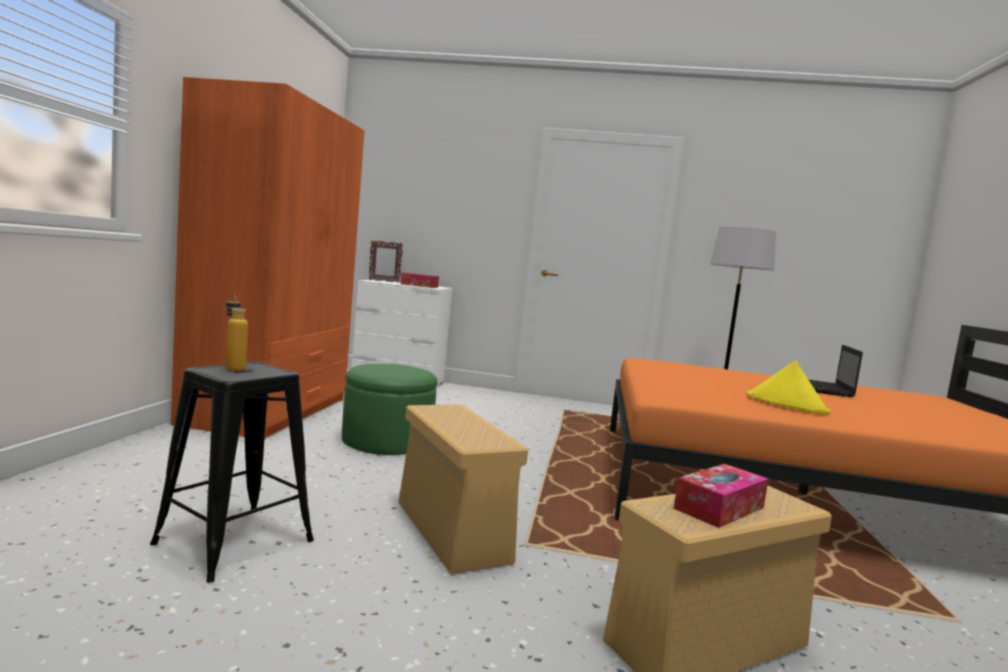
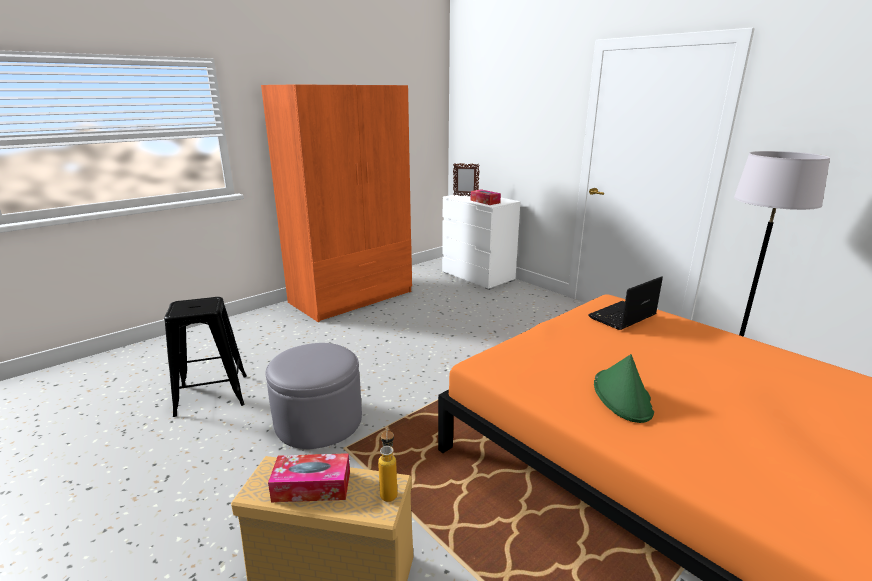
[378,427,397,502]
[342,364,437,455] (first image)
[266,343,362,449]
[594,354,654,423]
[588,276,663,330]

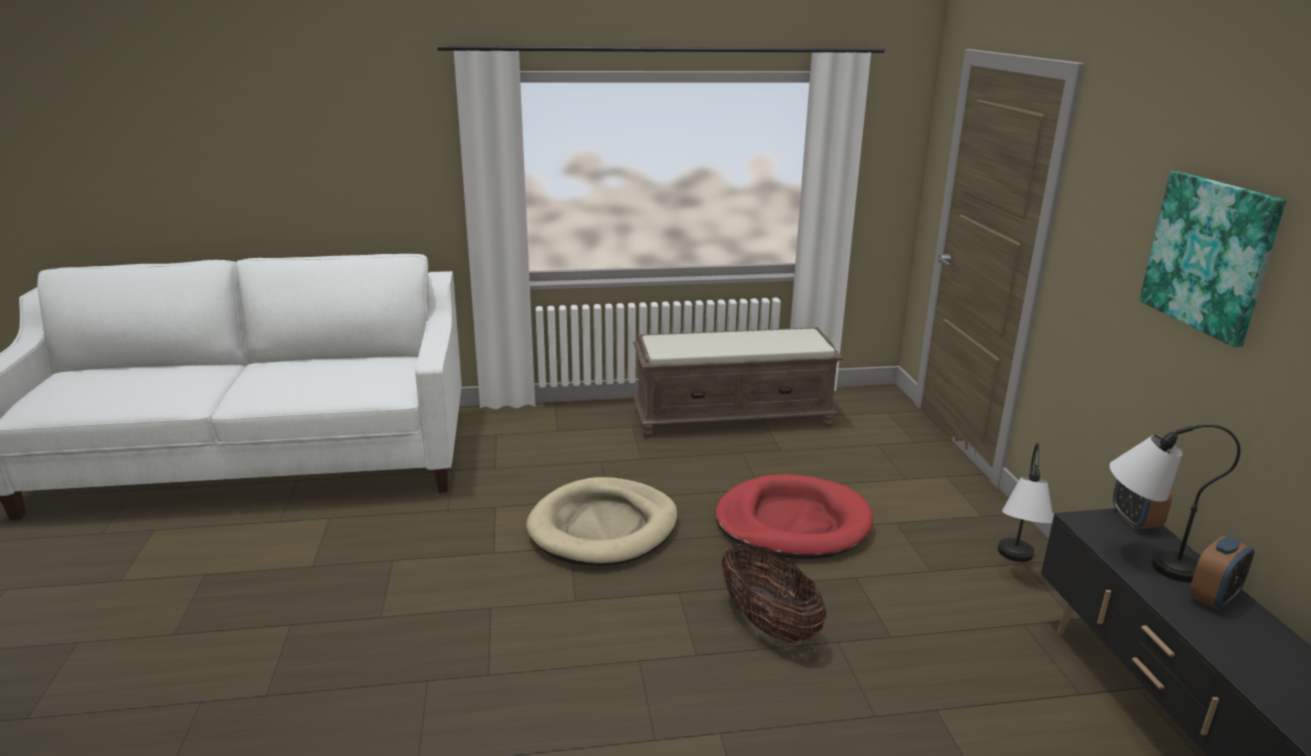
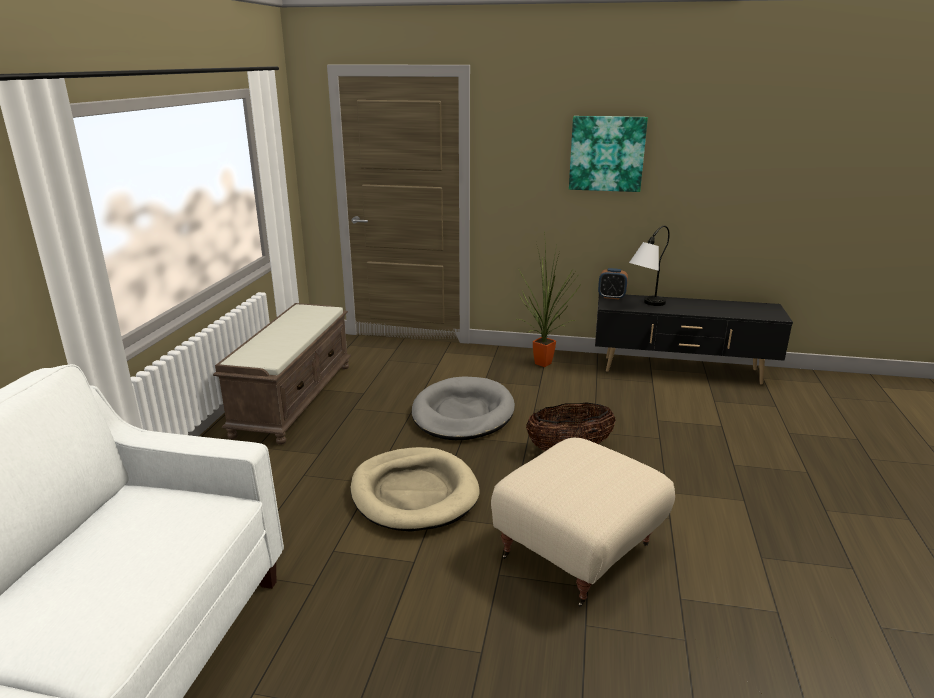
[412,376,515,440]
[514,231,582,367]
[1189,536,1254,610] (first image)
[491,437,675,607]

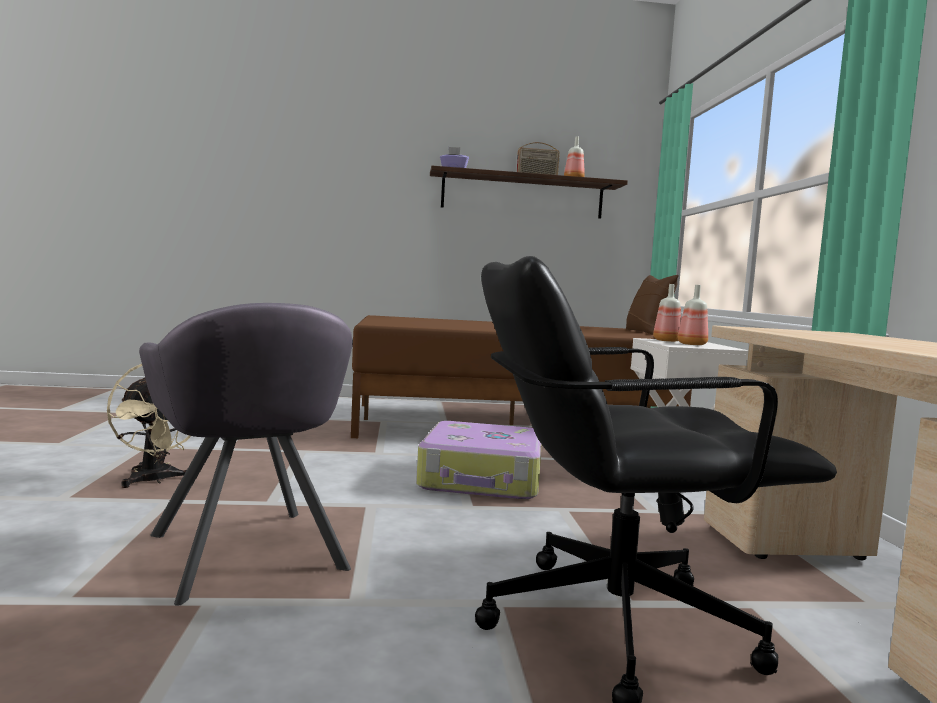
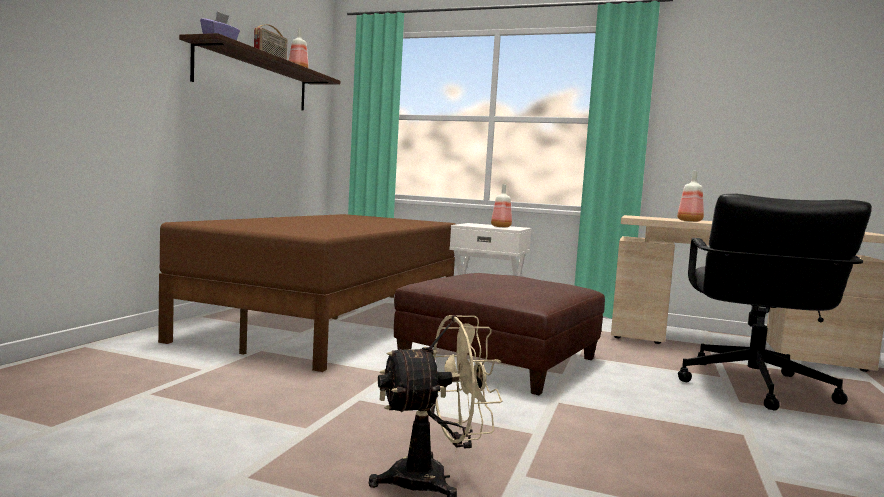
[139,303,353,606] (first image)
[394,273,605,395]
[626,275,679,334] (first image)
[677,171,704,222]

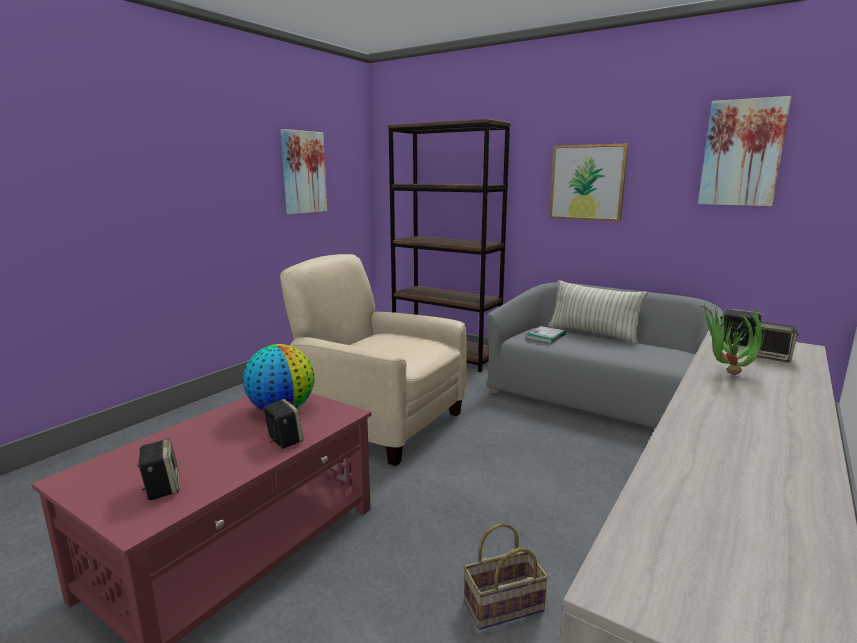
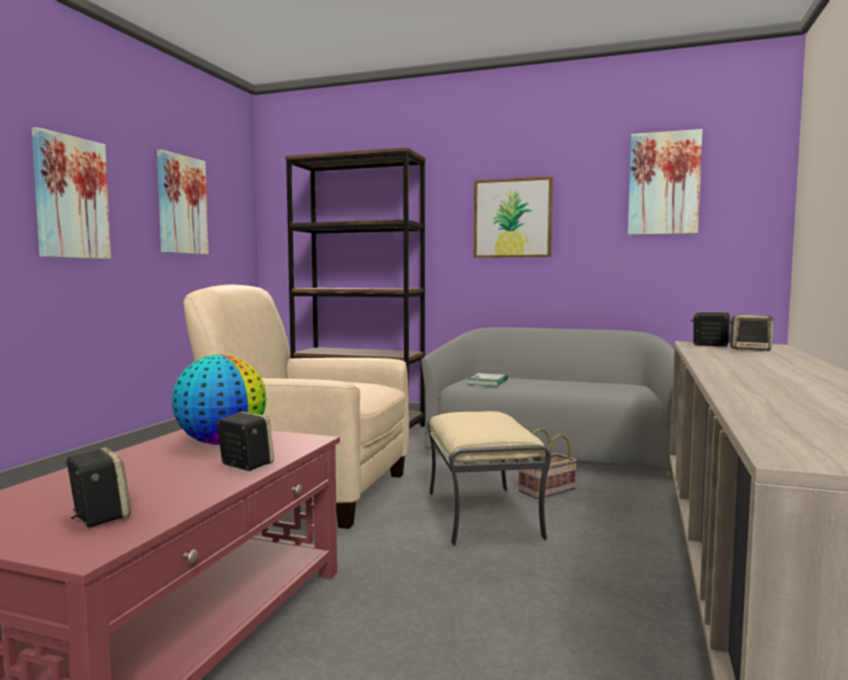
[519,428,577,499]
[548,280,648,344] (first image)
[700,302,765,375] (first image)
[32,127,111,259]
[427,411,551,546]

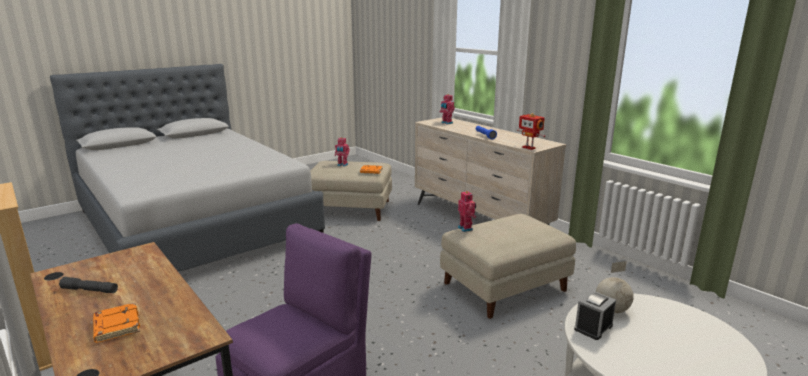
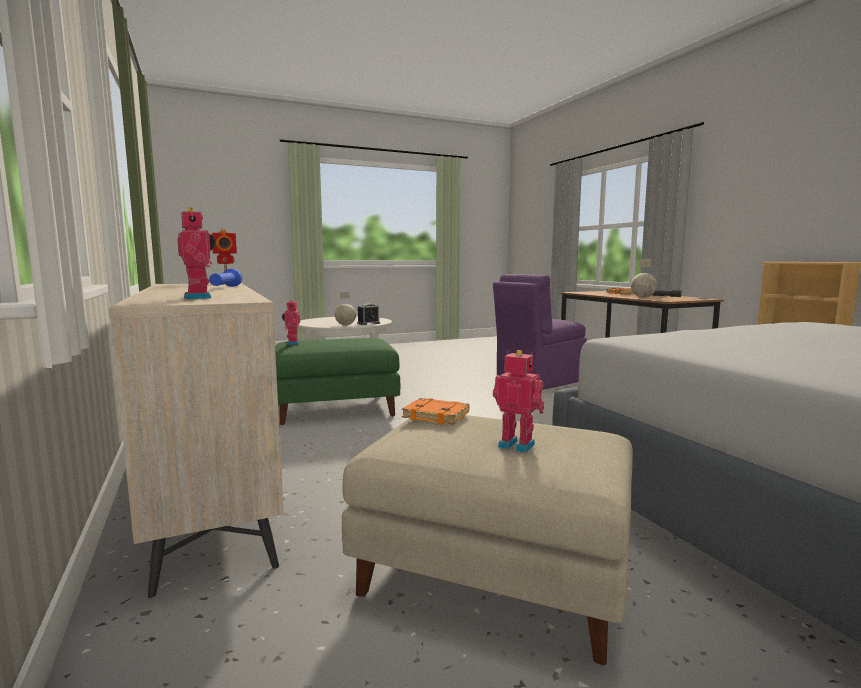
[275,338,400,425]
[282,300,300,345]
[631,259,657,298]

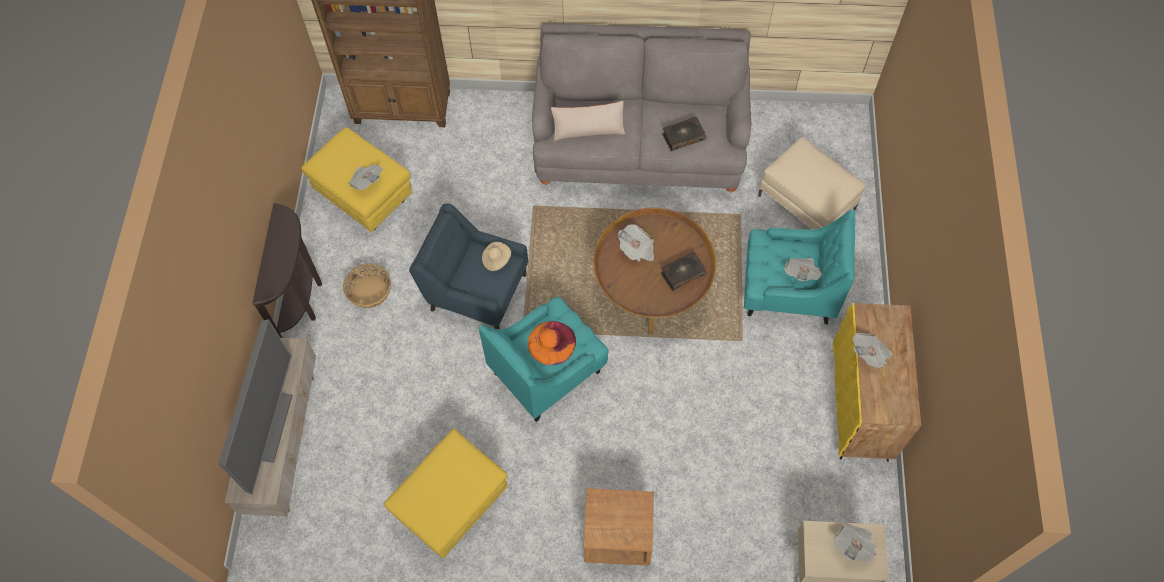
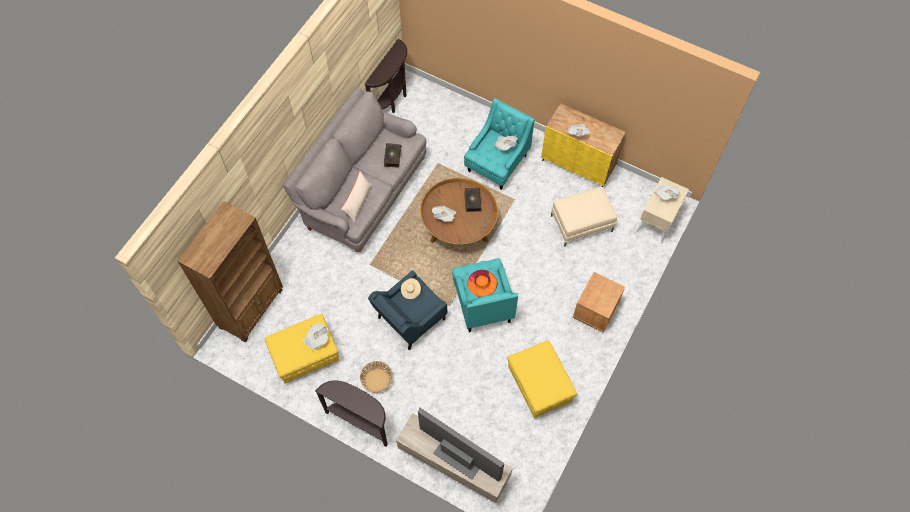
[551,187,617,246]
[364,39,407,113]

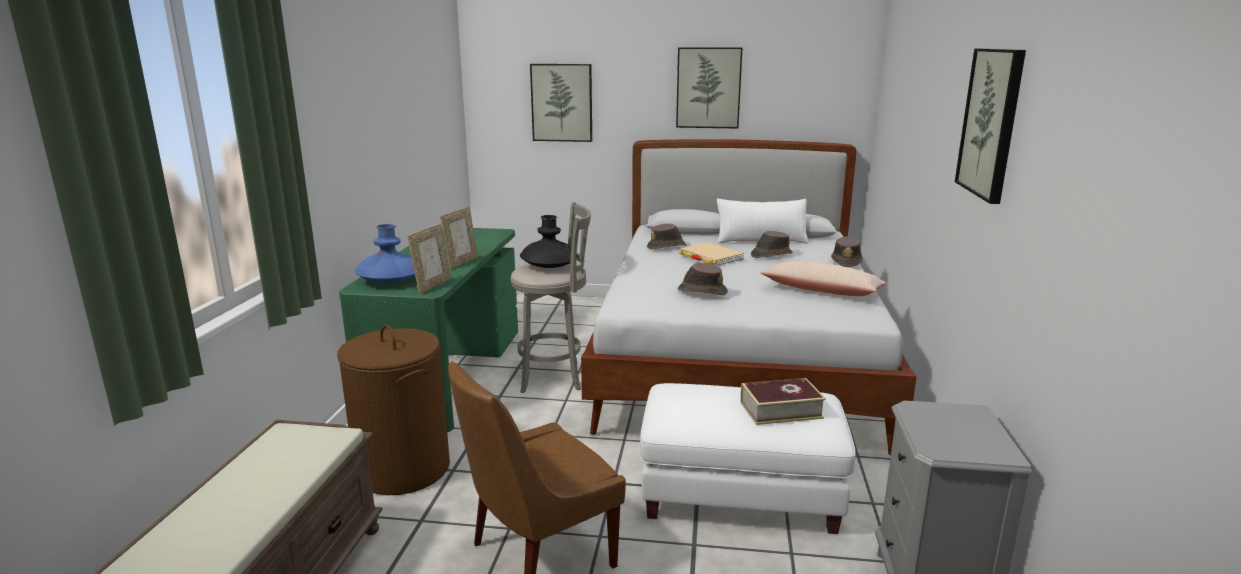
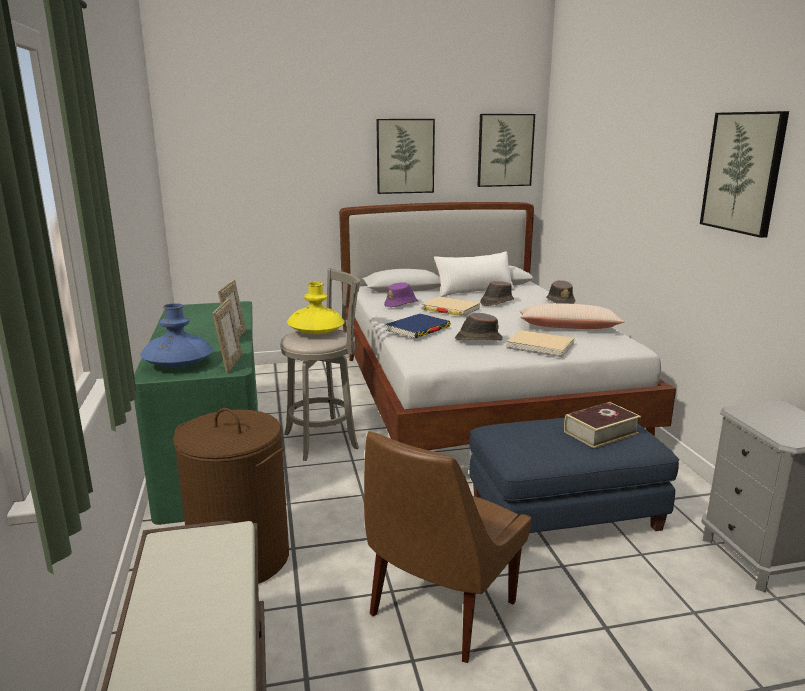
[287,282,344,334]
[478,114,535,187]
[469,417,679,533]
[384,282,418,307]
[385,314,451,338]
[506,330,574,357]

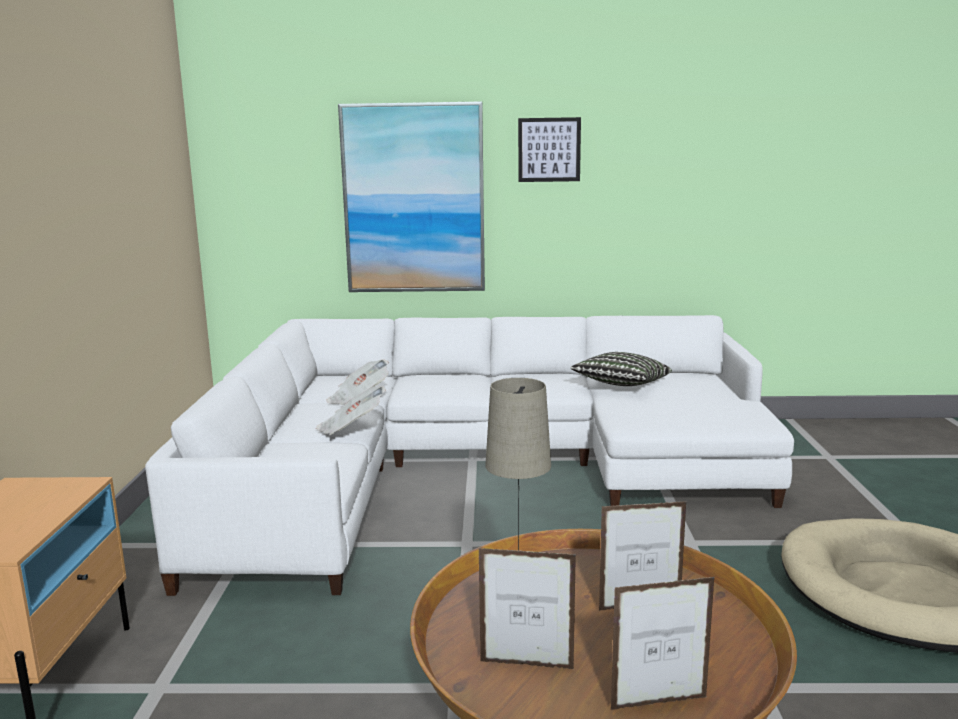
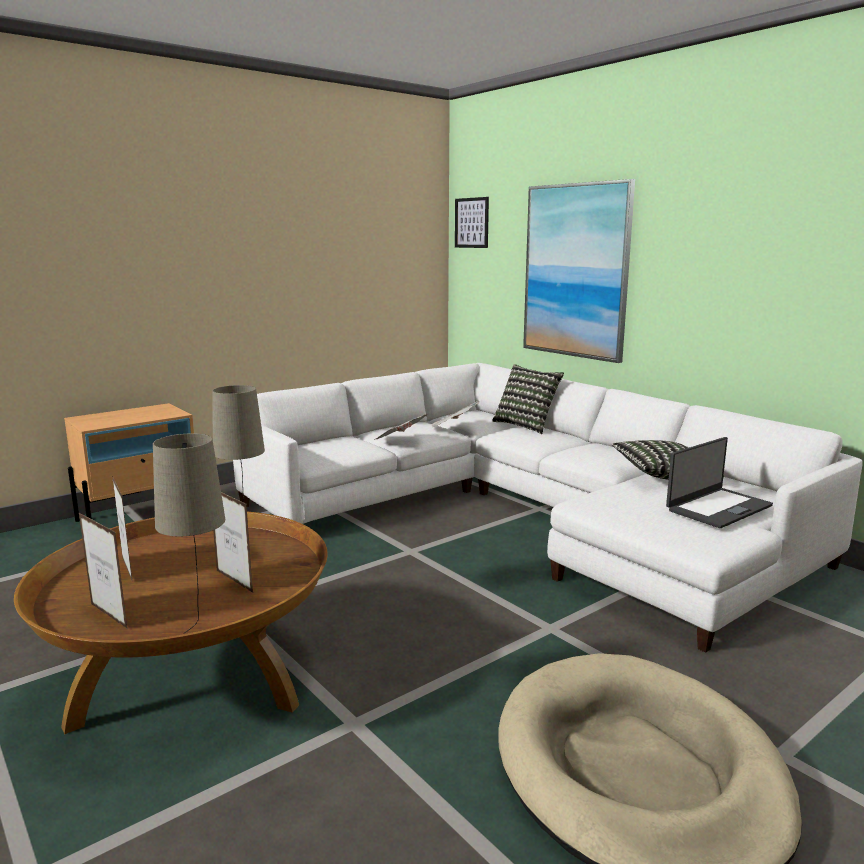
[455,197,489,248]
[153,433,225,634]
[492,364,564,434]
[666,437,773,528]

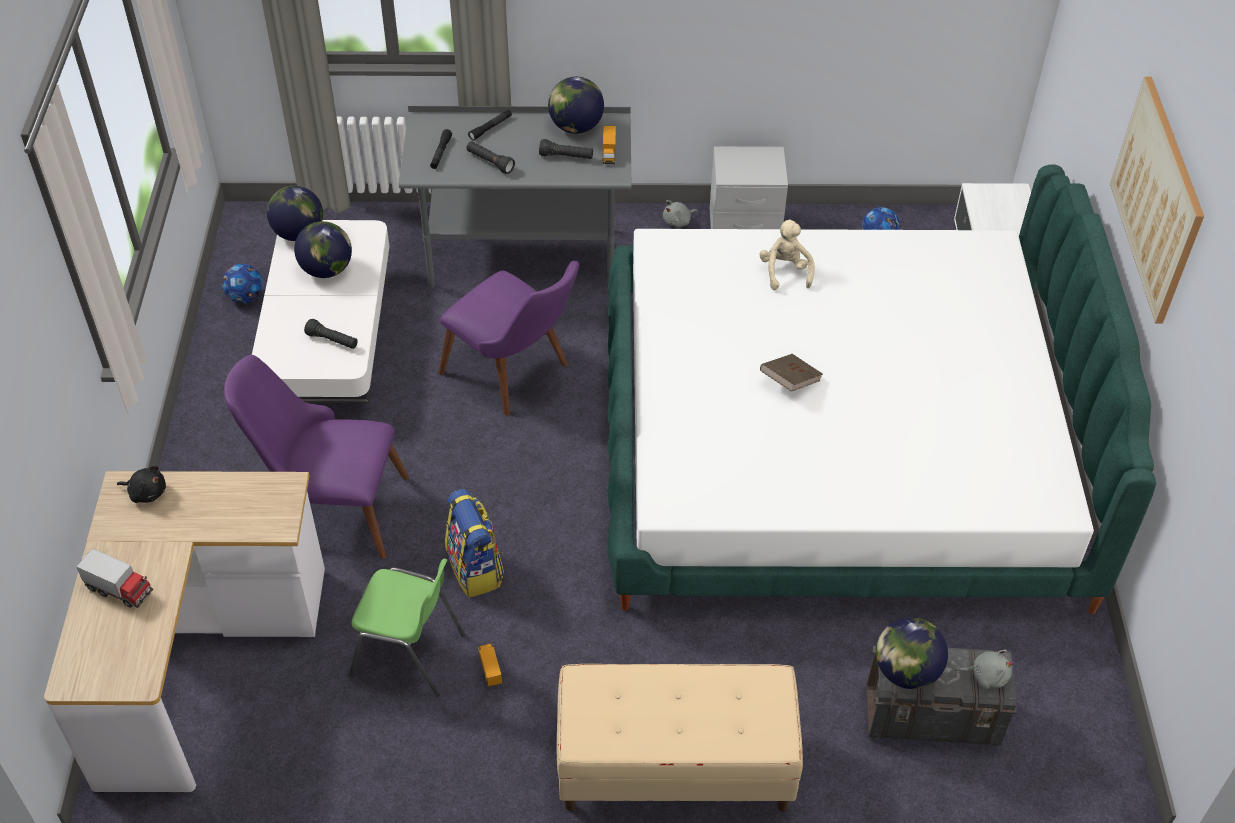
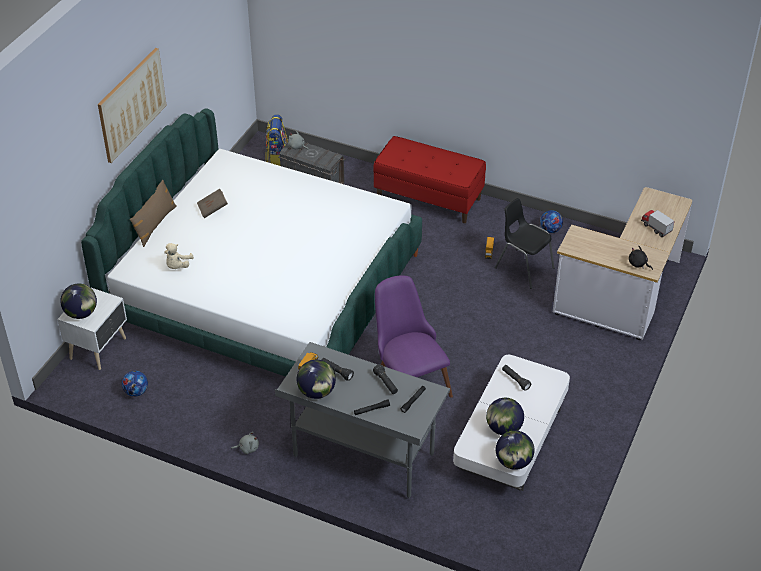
[540,210,563,233]
[224,355,409,558] (first image)
[495,198,554,289]
[265,114,288,166]
[373,136,486,223]
[710,147,788,229] (first image)
[164,243,194,269]
[197,189,228,218]
[60,283,97,319]
[130,180,177,247]

